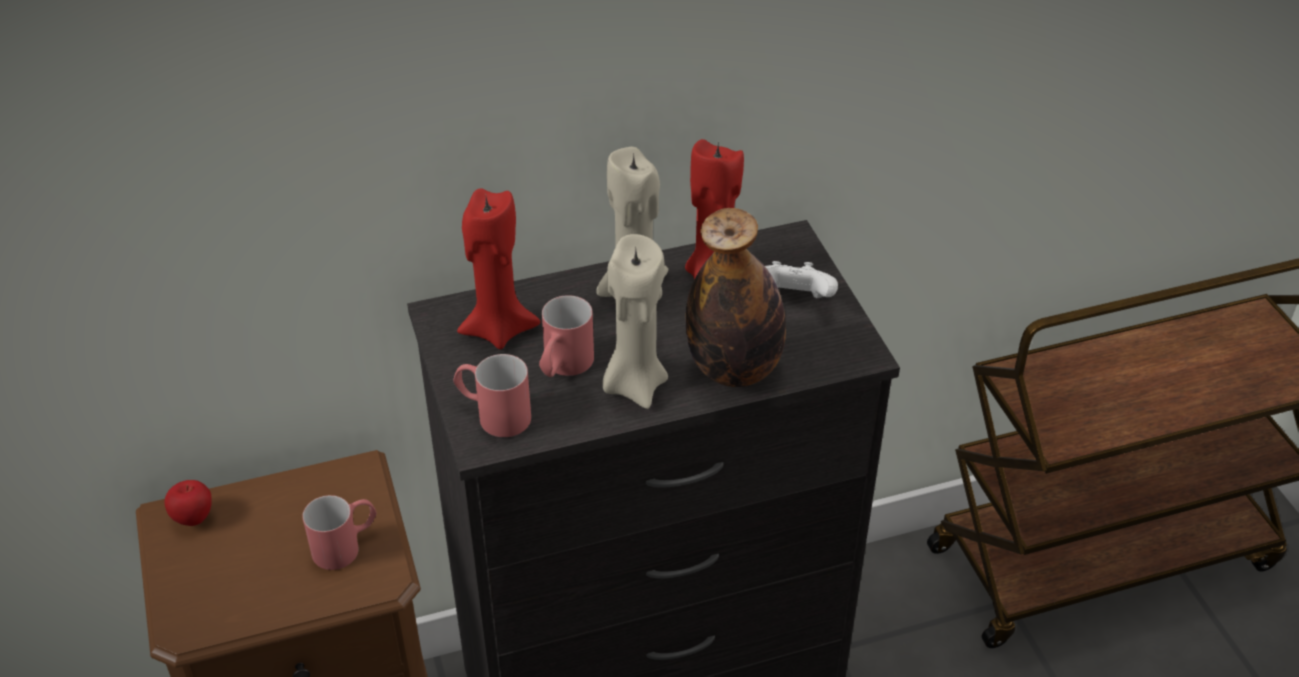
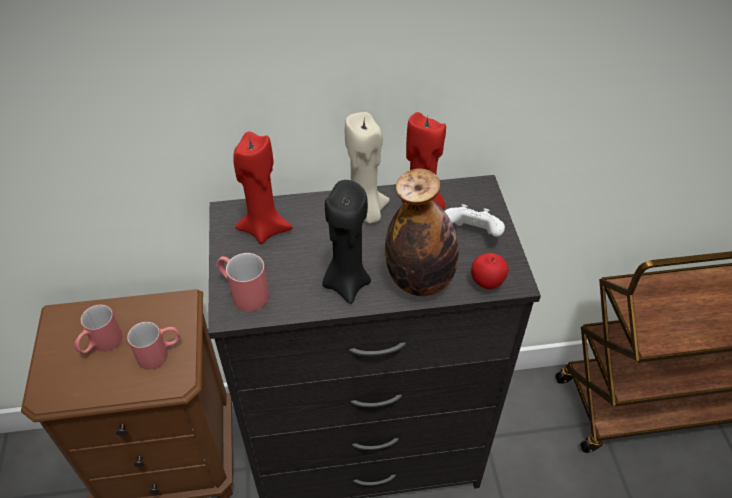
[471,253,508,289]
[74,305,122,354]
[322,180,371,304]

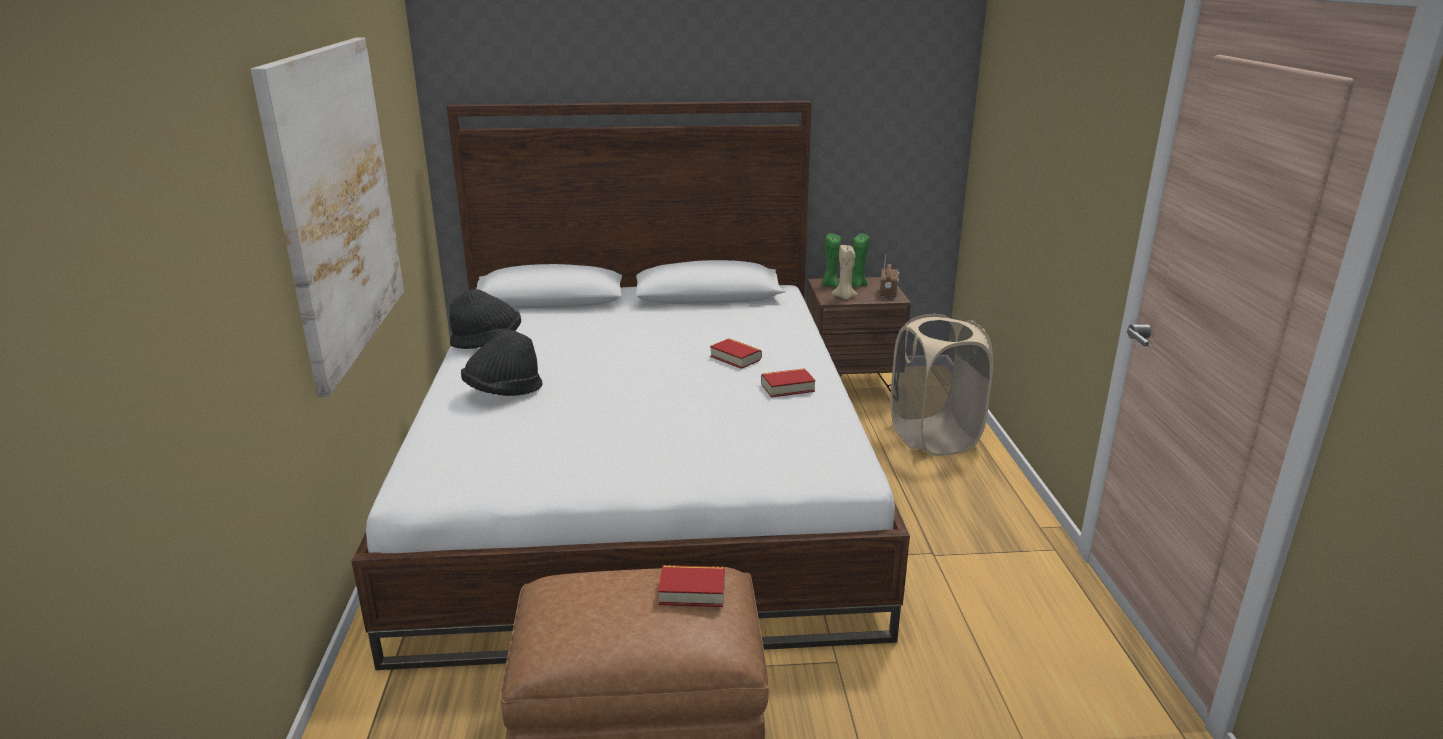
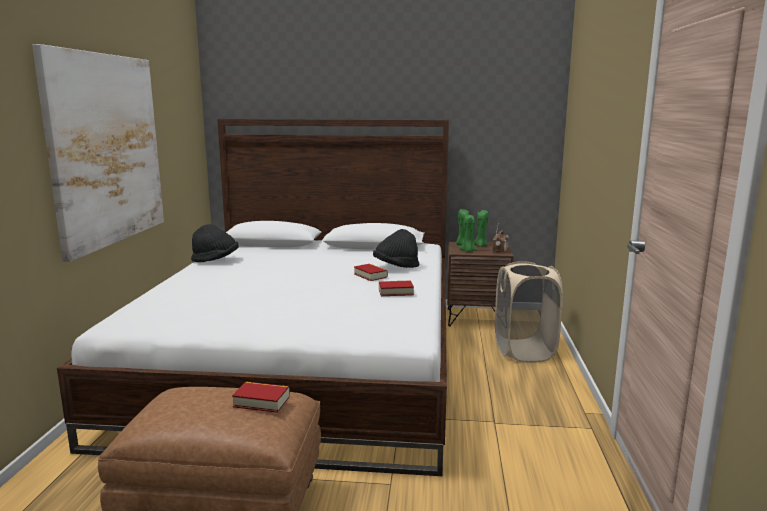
[373,229,420,268]
[459,214,477,252]

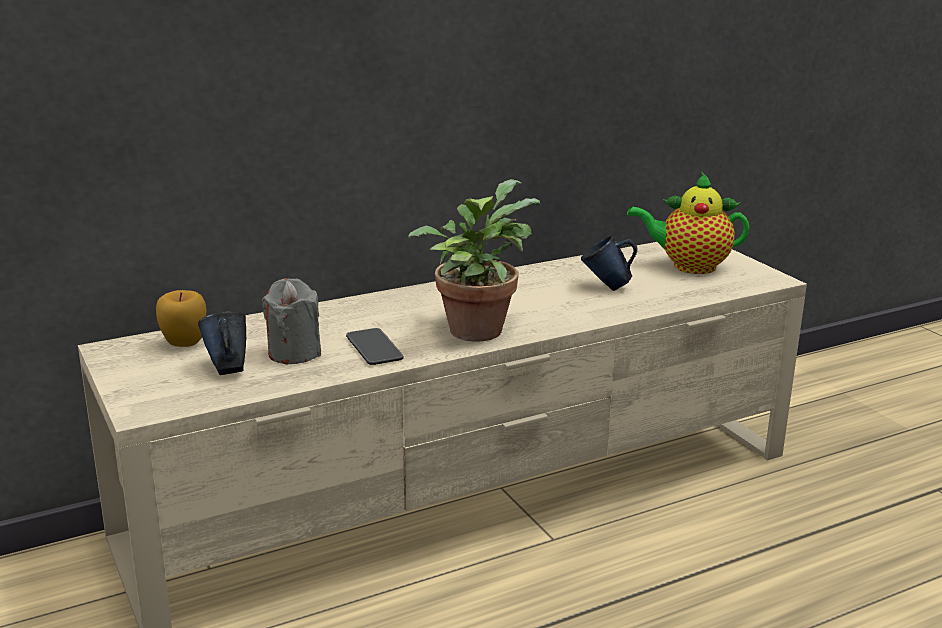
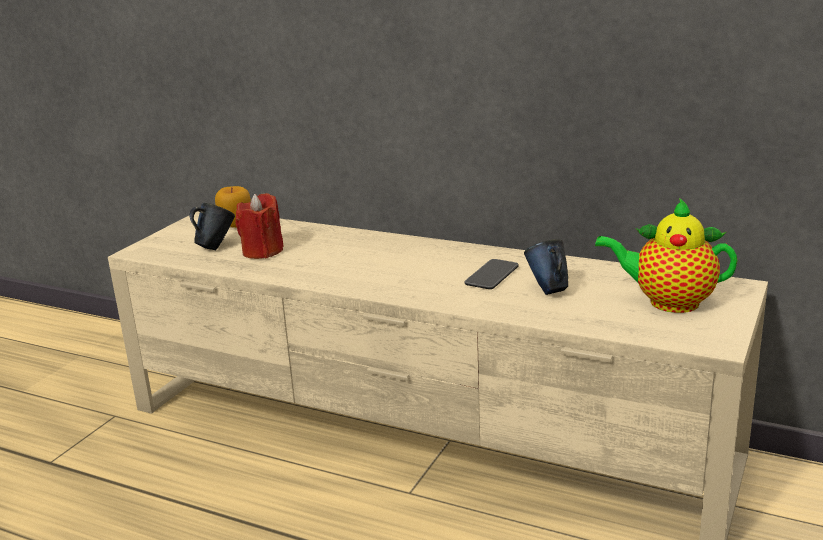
[235,193,283,259]
[464,259,519,289]
[408,179,540,341] (first image)
[595,198,737,313]

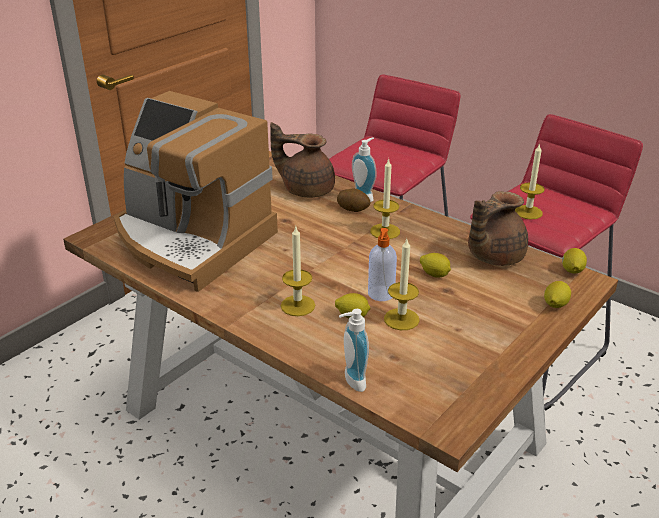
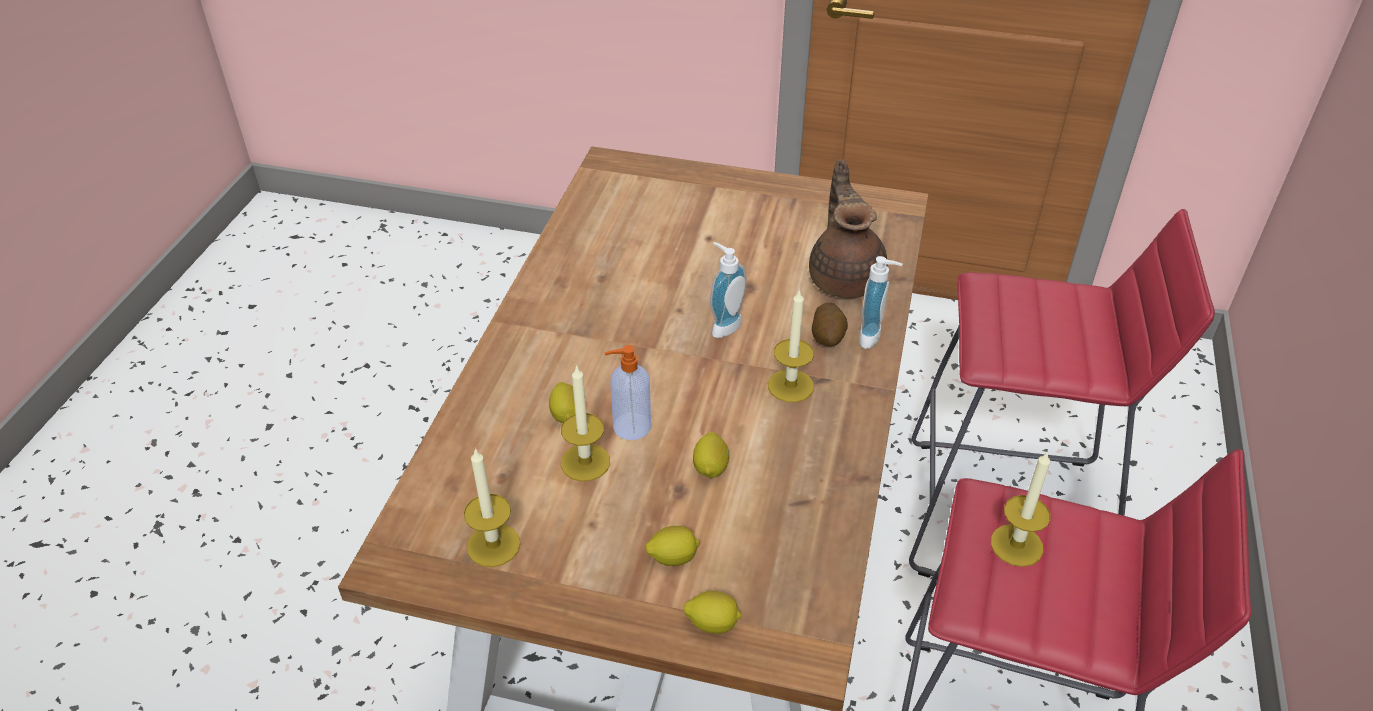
[114,91,278,292] (first image)
[464,448,521,567]
[710,242,746,338]
[468,191,528,266] (first image)
[645,526,700,566]

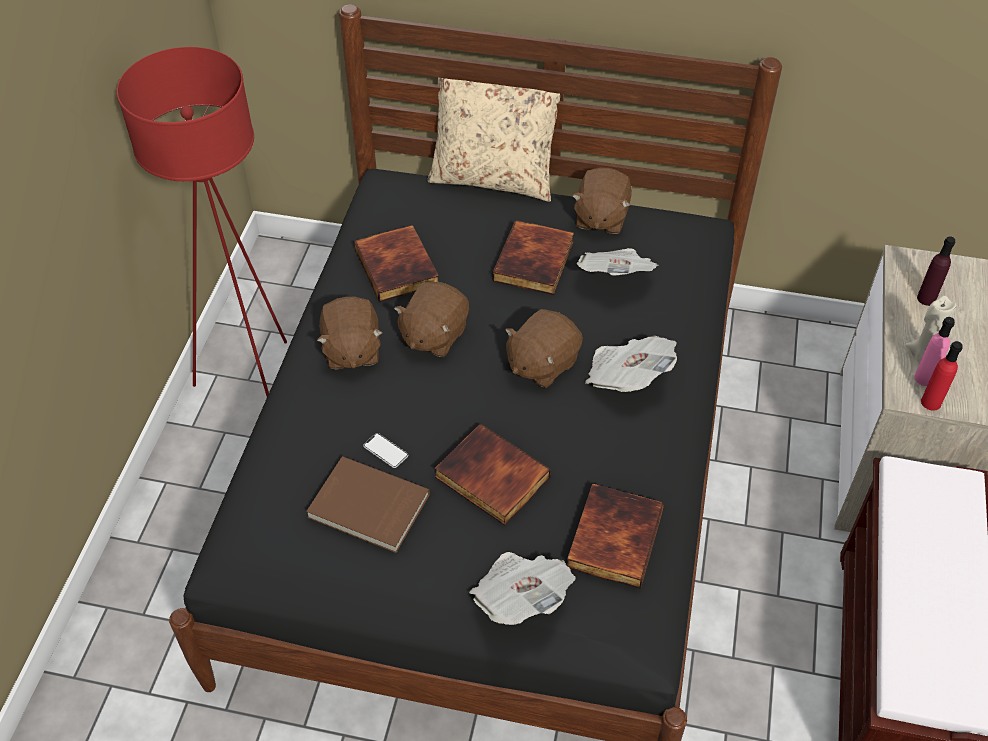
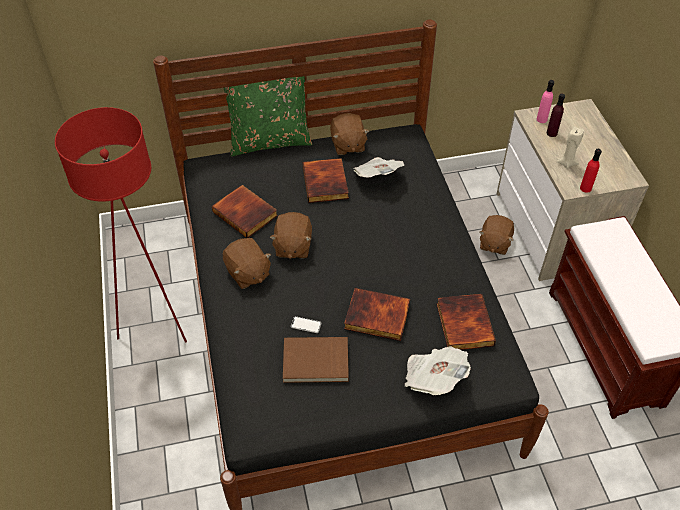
[224,76,313,156]
[479,215,514,255]
[586,336,677,392] (first image)
[537,80,554,123]

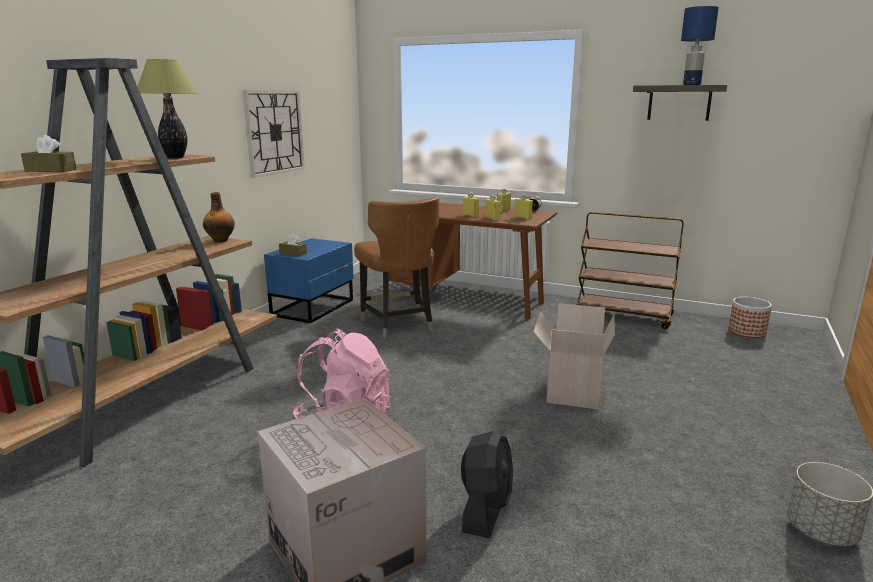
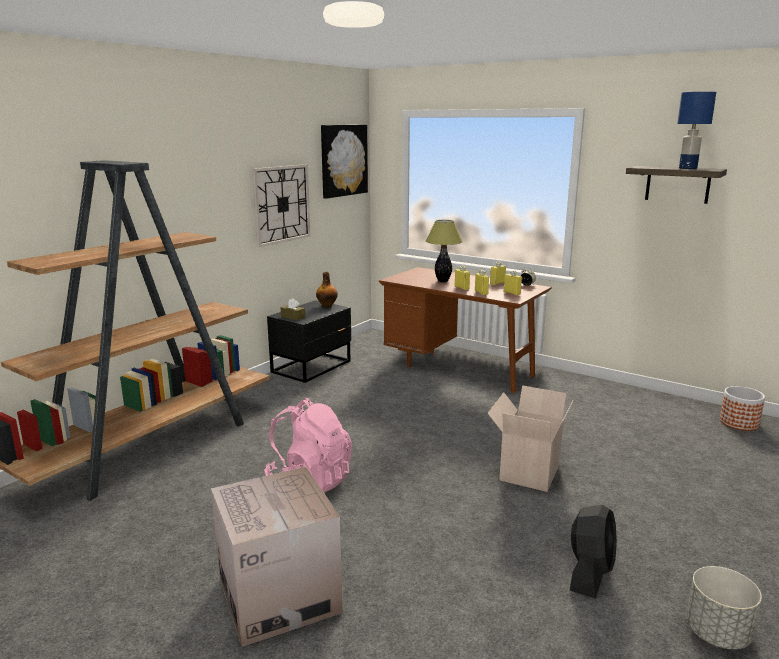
[21,135,76,172] (first image)
[426,220,463,282]
[316,272,338,308]
[267,300,351,383]
[354,196,439,339] (first image)
[570,505,617,598]
[577,212,684,330] (first image)
[321,125,368,199]

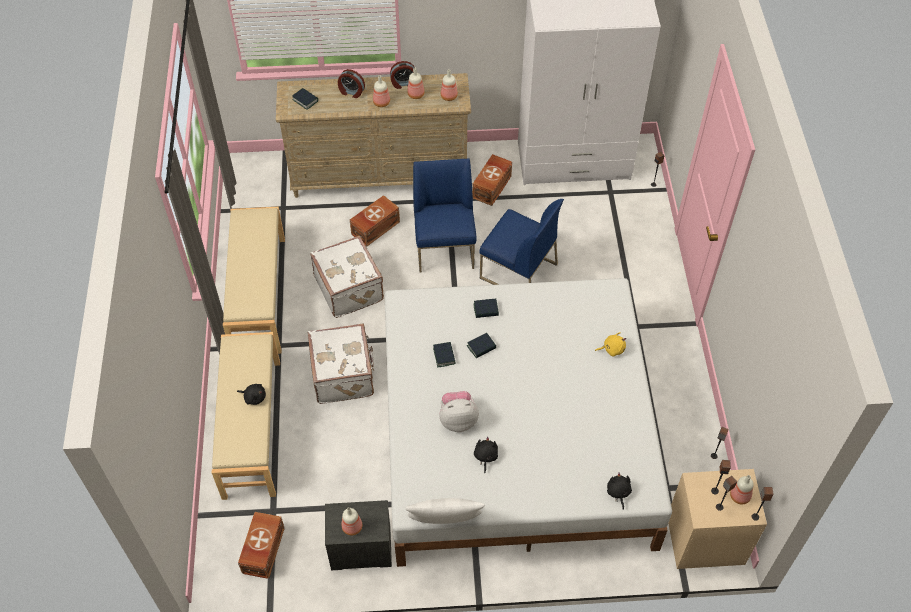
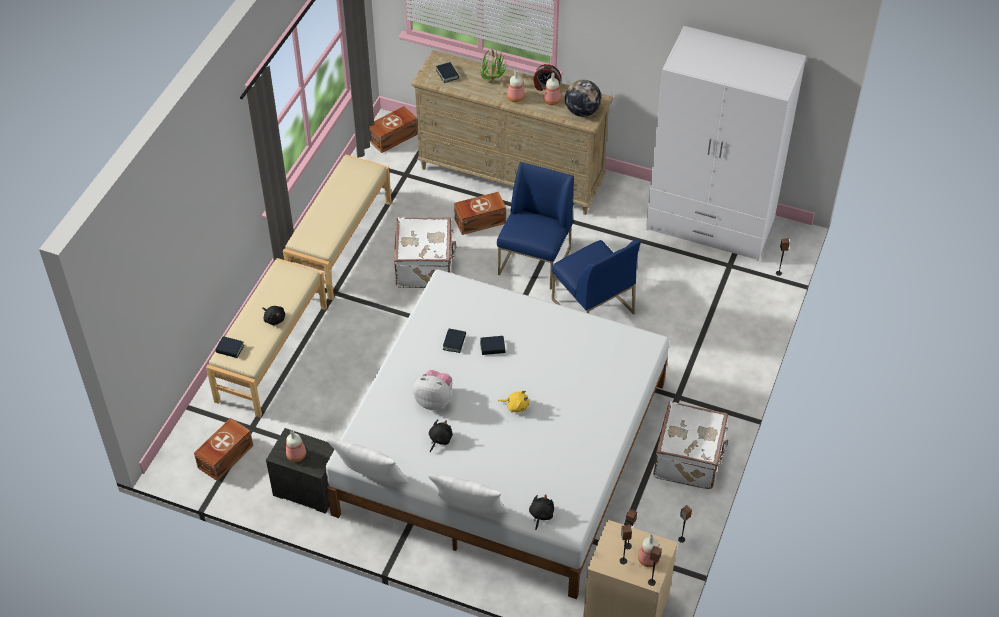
[653,401,728,489]
[481,49,507,83]
[565,80,601,117]
[369,106,418,153]
[215,336,244,358]
[498,390,529,413]
[428,474,508,514]

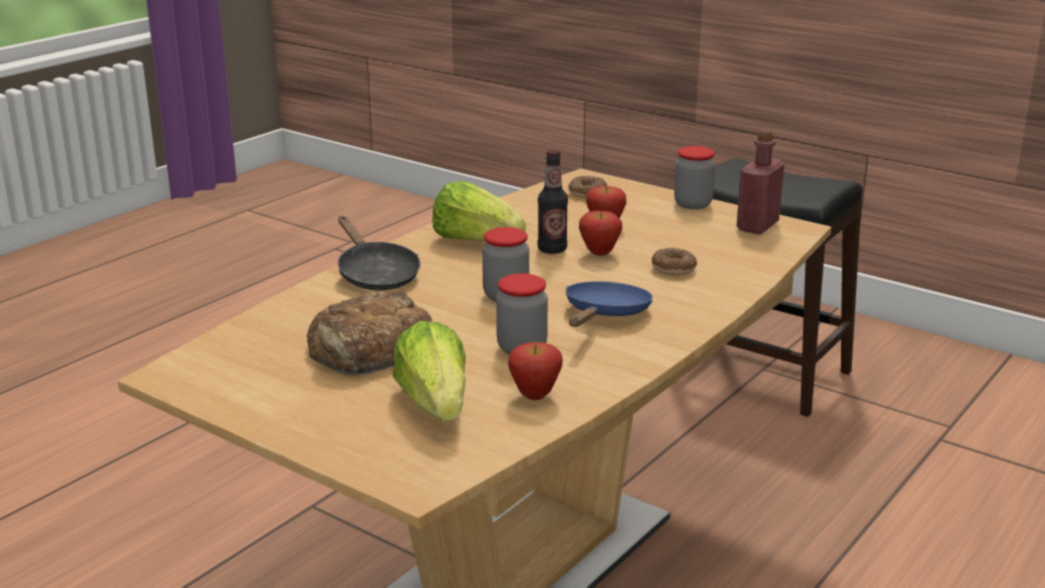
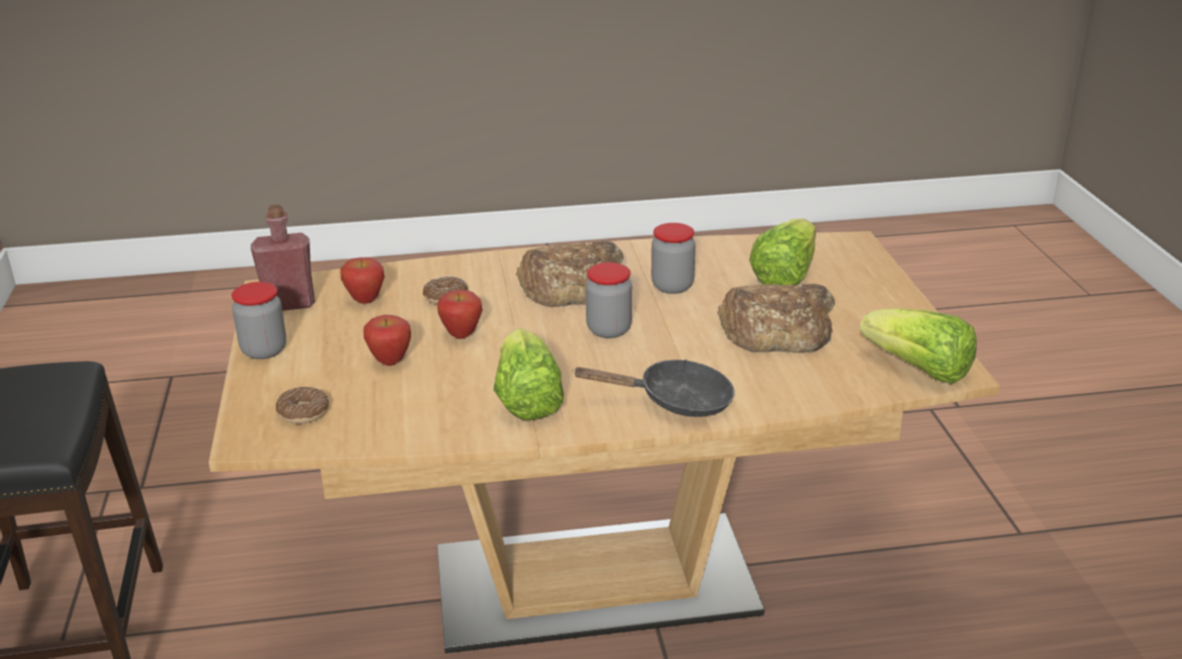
[572,360,735,417]
[340,257,384,304]
[537,150,568,254] (first image)
[516,241,624,307]
[859,308,977,384]

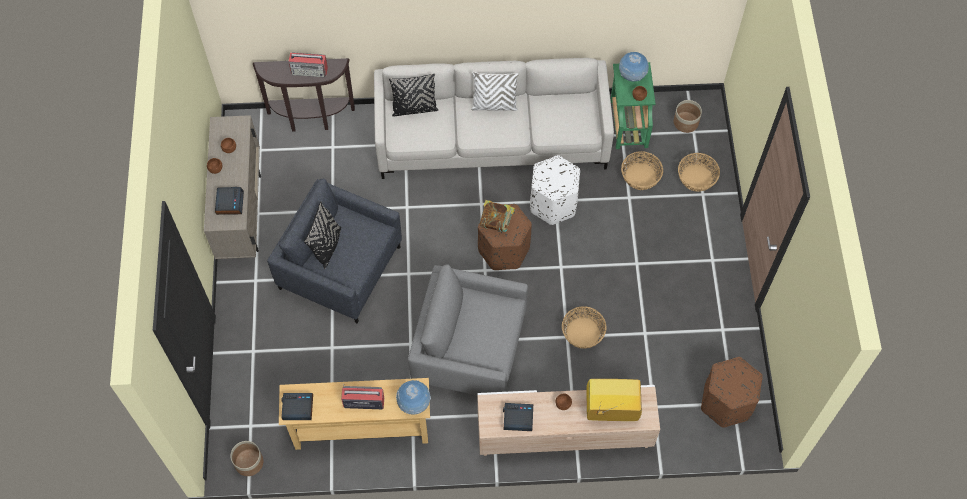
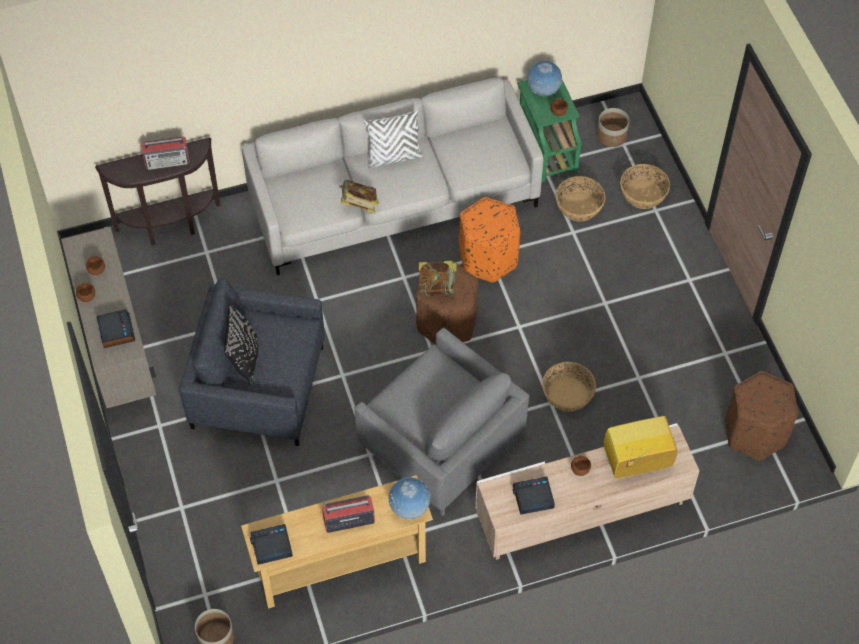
[389,74,438,117] (first image)
[354,328,529,516]
[459,197,520,283]
[339,180,379,213]

